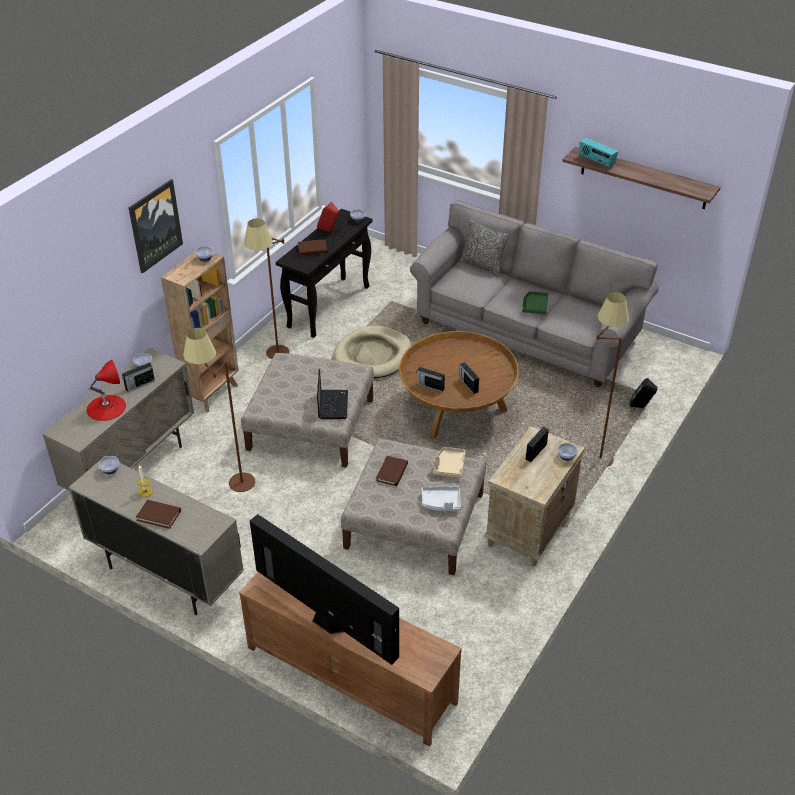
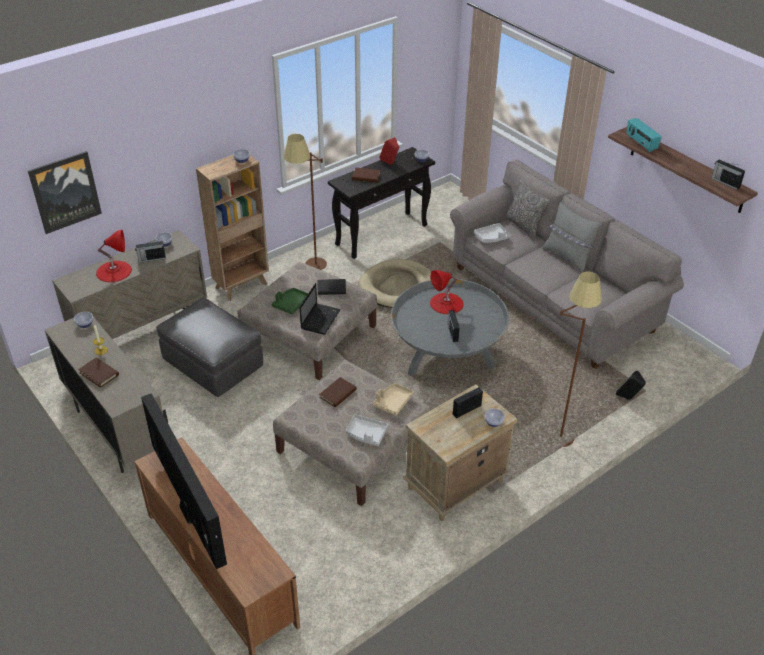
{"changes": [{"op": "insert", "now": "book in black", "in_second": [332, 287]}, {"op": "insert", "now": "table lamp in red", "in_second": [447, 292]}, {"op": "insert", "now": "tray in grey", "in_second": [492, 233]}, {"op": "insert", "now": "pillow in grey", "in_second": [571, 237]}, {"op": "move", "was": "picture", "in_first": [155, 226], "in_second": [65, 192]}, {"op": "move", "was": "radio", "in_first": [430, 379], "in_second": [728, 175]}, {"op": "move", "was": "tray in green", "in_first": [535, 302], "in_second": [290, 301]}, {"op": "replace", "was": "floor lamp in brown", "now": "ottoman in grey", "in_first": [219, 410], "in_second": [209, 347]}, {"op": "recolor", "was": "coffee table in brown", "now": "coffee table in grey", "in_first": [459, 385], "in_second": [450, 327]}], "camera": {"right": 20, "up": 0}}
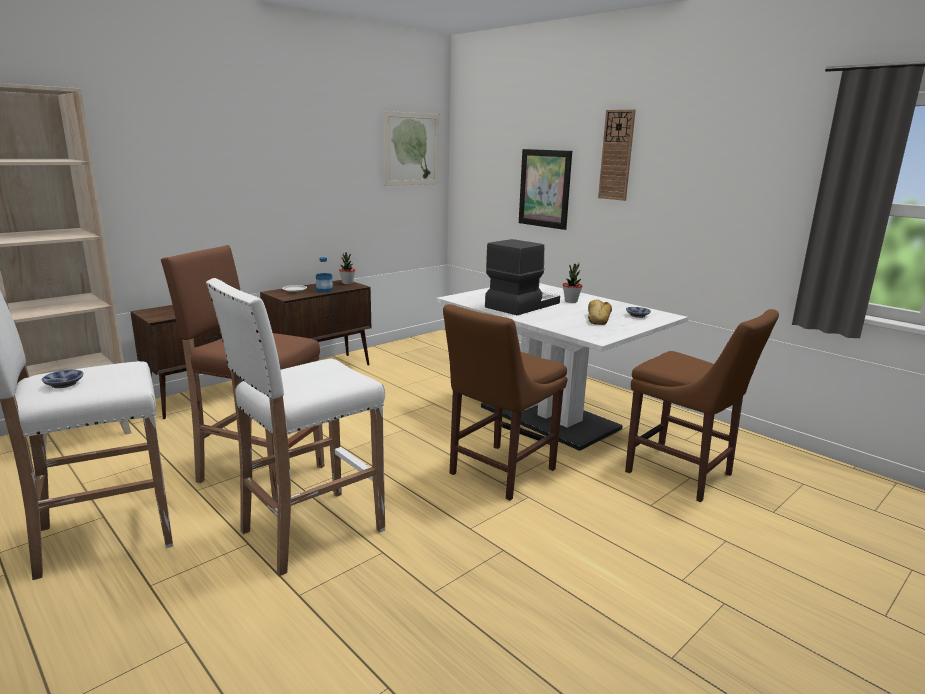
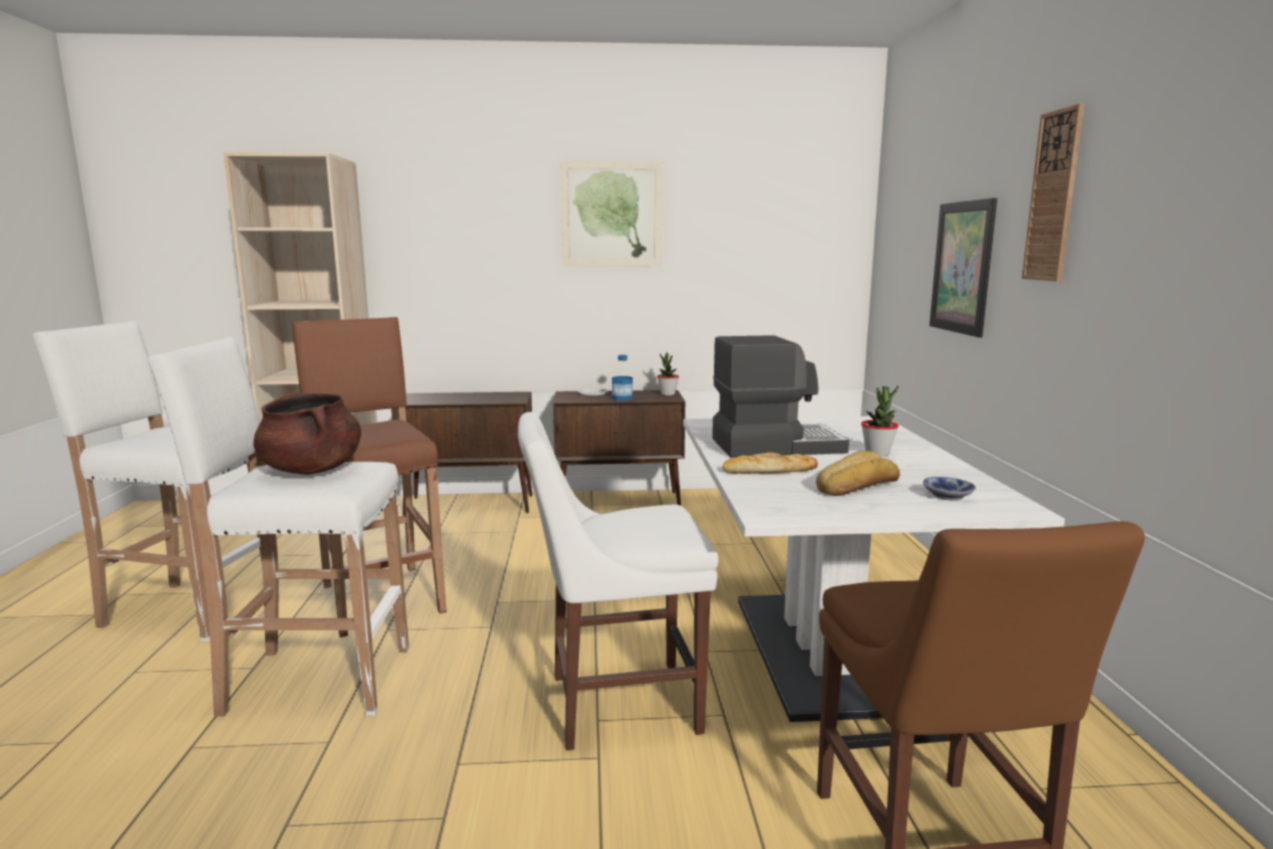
{"changes": [{"op": "delete", "was": "bowl", "in_first": [63, 378]}, {"op": "insert", "now": "cooking pot in brown", "in_second": [307, 434]}, {"op": "insert", "now": "bread", "in_second": [770, 463]}, {"op": "move", "was": "picture", "in_first": [411, 148], "in_second": [611, 213]}, {"op": "recolor", "was": "chair in brown", "now": "chair in white", "in_first": [505, 402], "in_second": [618, 581]}], "camera": {"right": 40, "up": -5}}
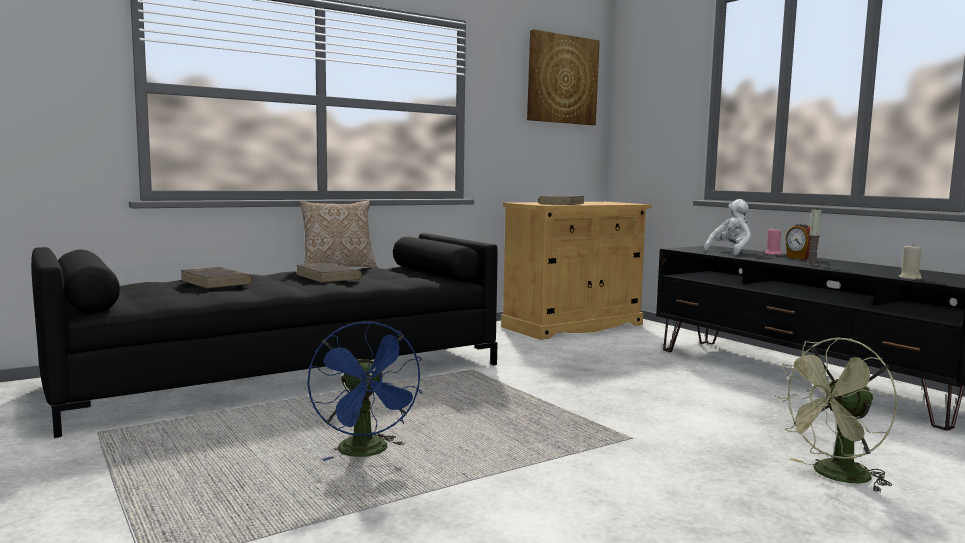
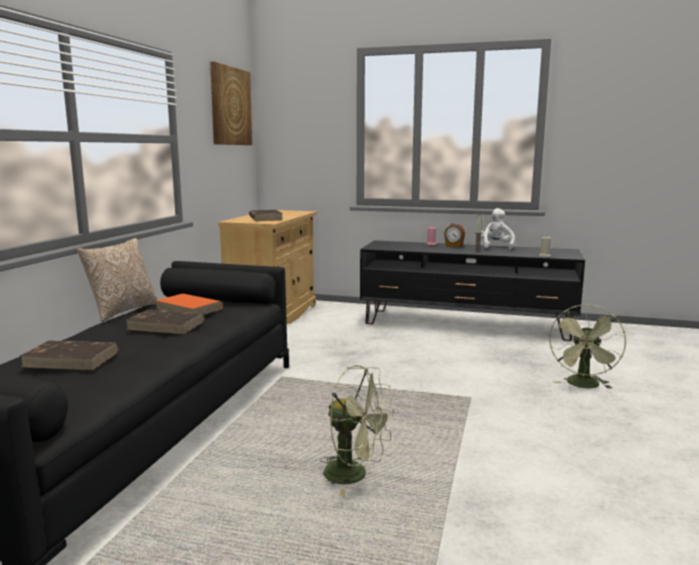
{"changes": [{"op": "insert", "now": "book in orange", "in_second": [189, 304]}, {"op": "move", "was": "plush toy in white", "in_first": [727, 227], "in_second": [498, 229]}, {"op": "recolor", "was": "fan in blue", "now": "fan in green", "in_first": [365, 391], "in_second": [357, 430]}], "camera": {"right": -40, "up": 5}}
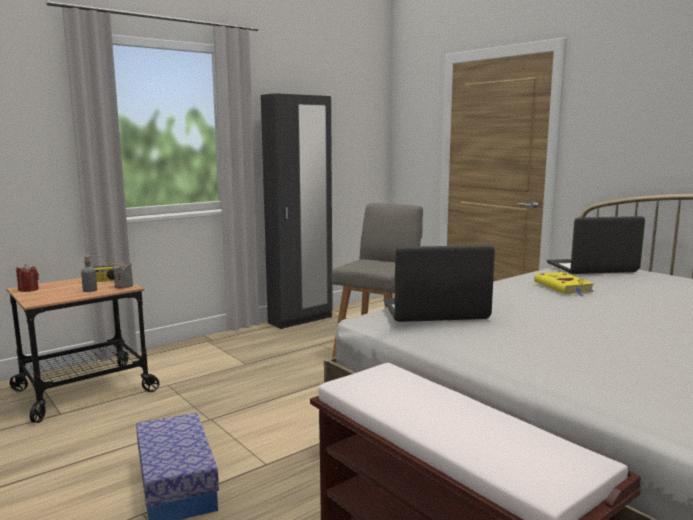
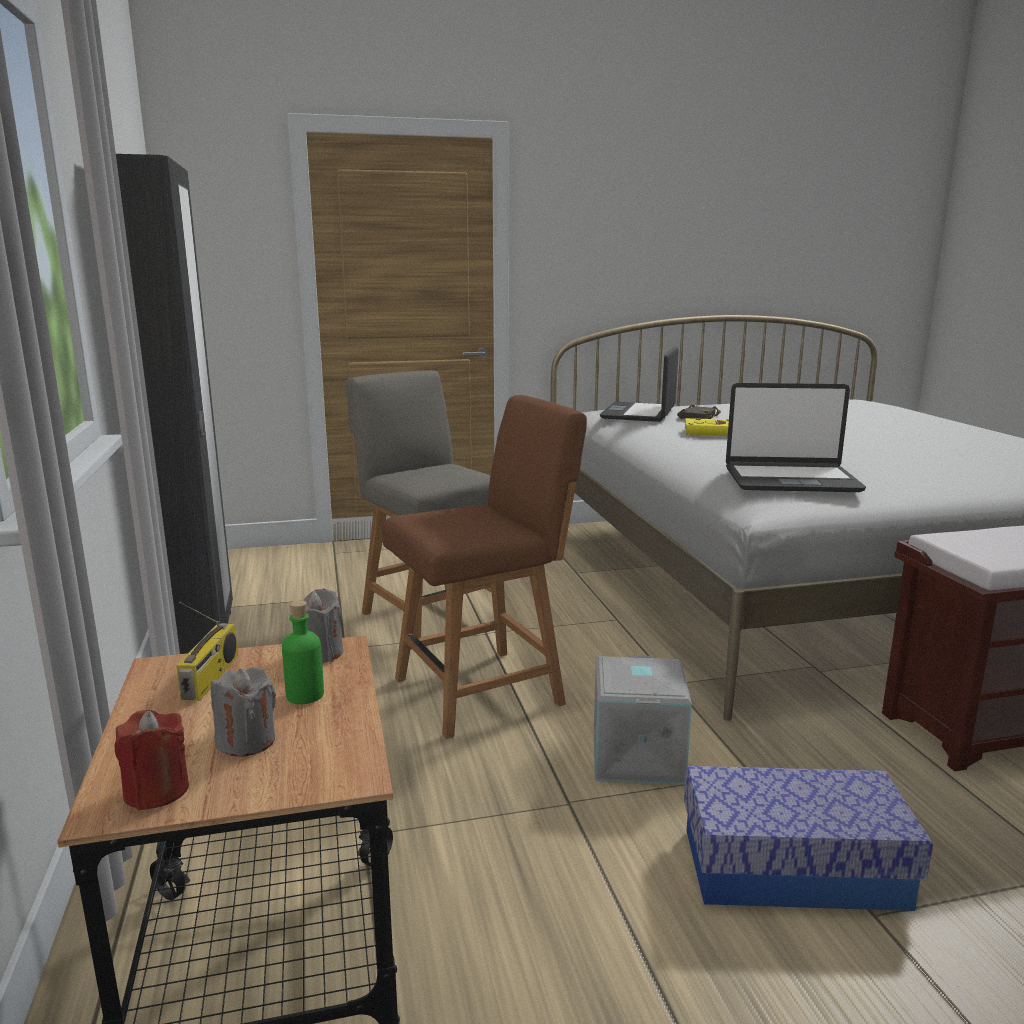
{"changes": [{"op": "insert", "now": "candle in grey", "in_second": [243, 711]}, {"op": "insert", "now": "chair in brown", "in_second": [484, 567]}, {"op": "insert", "now": "storage box in grey", "in_second": [643, 720]}, {"op": "insert", "now": "book in black", "in_second": [699, 412]}, {"op": "recolor", "was": "bottle in grey", "now": "bottle in green", "in_first": [89, 274], "in_second": [303, 652]}, {"op": "rotate", "was": "laptop", "in_first": [439, 283], "in_second": [796, 437], "clockwise": -105}], "camera": {"right": -65, "up": 5}}
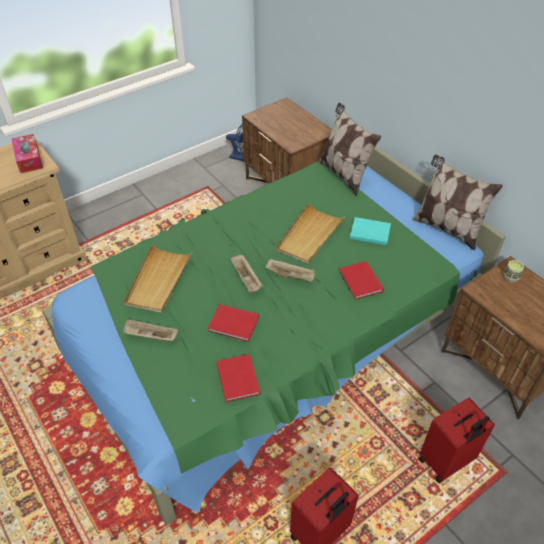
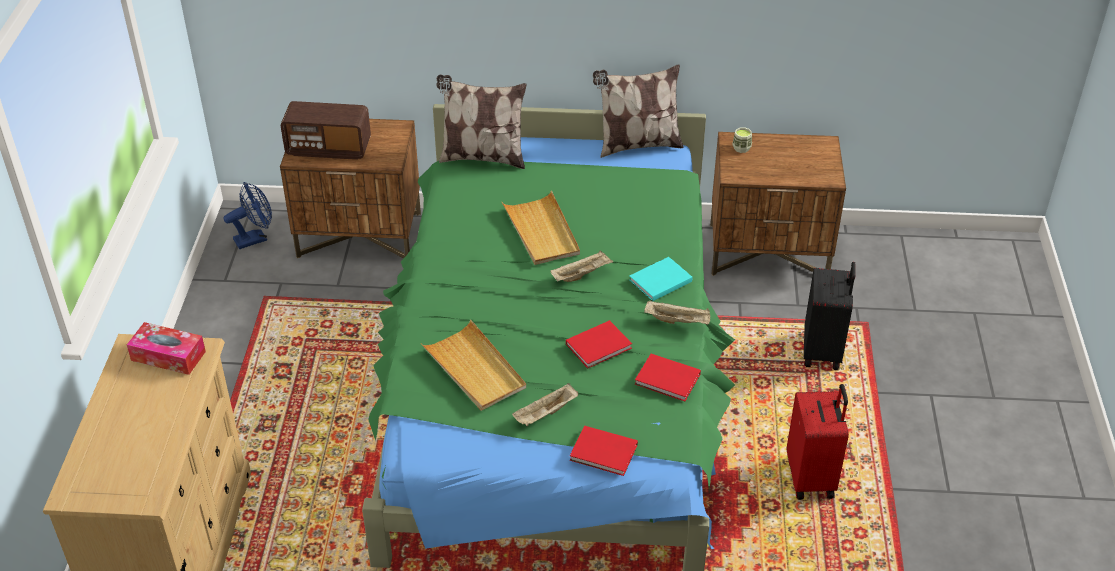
{"changes": [{"op": "insert", "now": "radio", "in_second": [326, 130]}, {"op": "move", "was": "tray in beige", "in_first": [246, 273], "in_second": [677, 312]}, {"op": "move", "was": "book in red", "in_first": [361, 280], "in_second": [604, 451]}, {"op": "move", "was": "book in turquoise", "in_first": [370, 231], "in_second": [661, 279]}, {"op": "recolor", "was": "suitcase in red", "now": "suitcase in black", "in_first": [457, 440], "in_second": [830, 316]}], "camera": {"right": -50, "up": -5}}
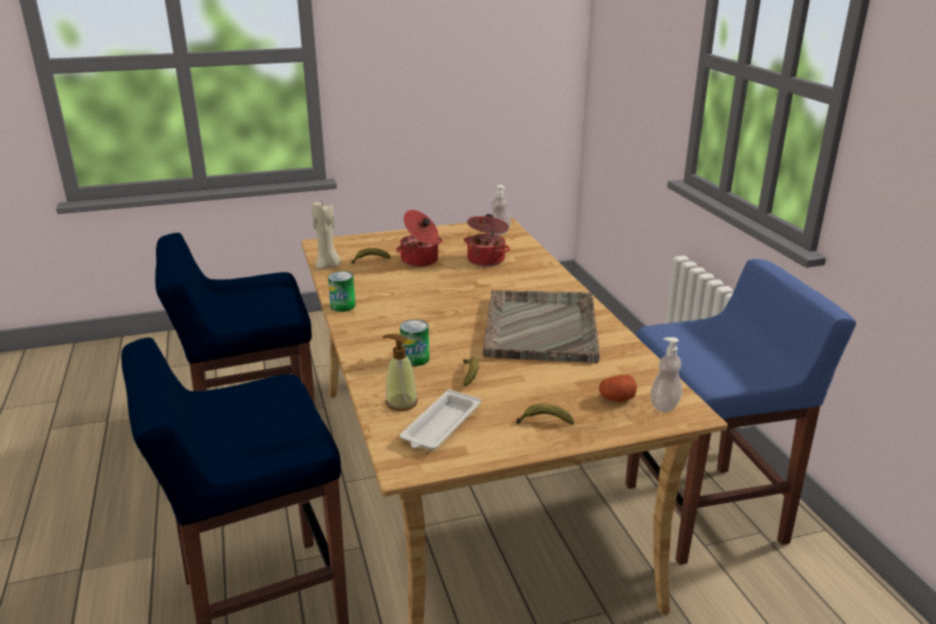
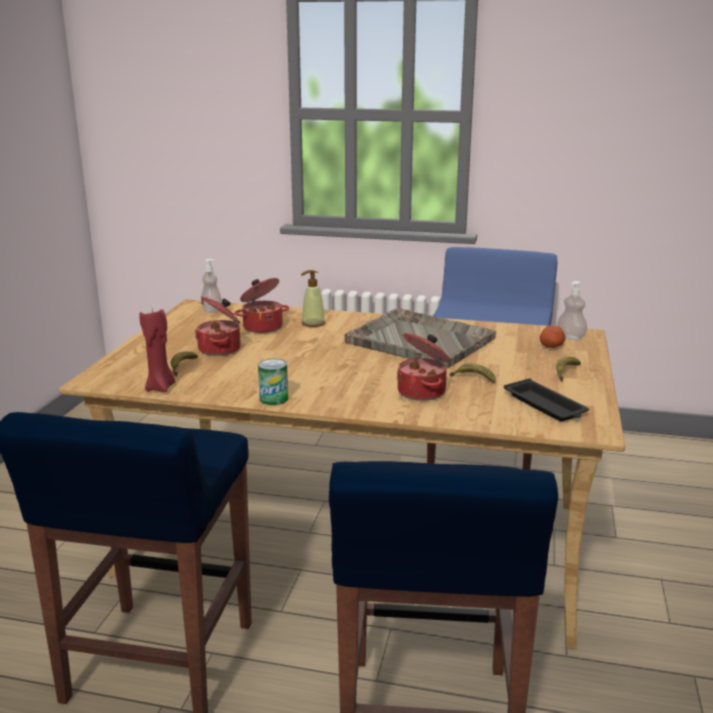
{"changes": [{"op": "move", "was": "soap dispenser", "in_first": [400, 372], "in_second": [313, 298]}, {"op": "replace", "was": "can", "now": "cooking pot", "in_first": [414, 342], "in_second": [423, 367]}, {"op": "recolor", "was": "candle in beige", "now": "candle in red", "in_first": [326, 235], "in_second": [157, 350]}, {"op": "recolor", "was": "tray in white", "now": "tray in black", "in_first": [440, 419], "in_second": [546, 399]}], "camera": {"right": -60, "up": -5}}
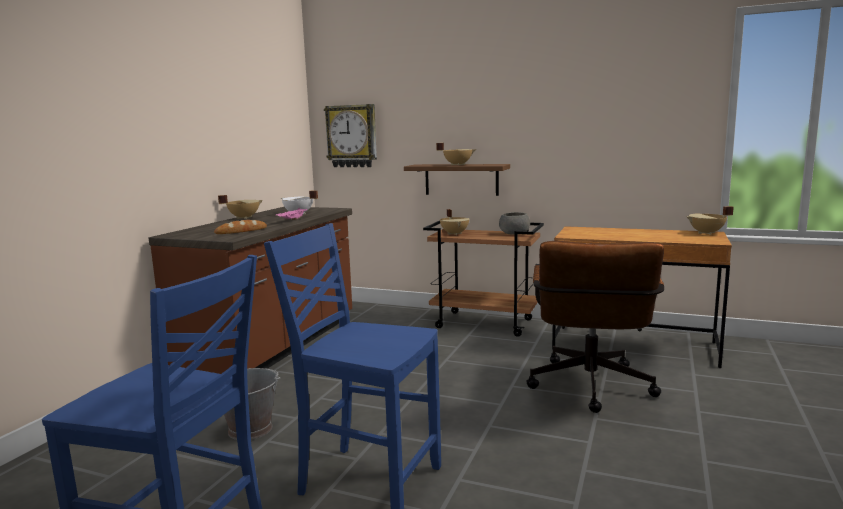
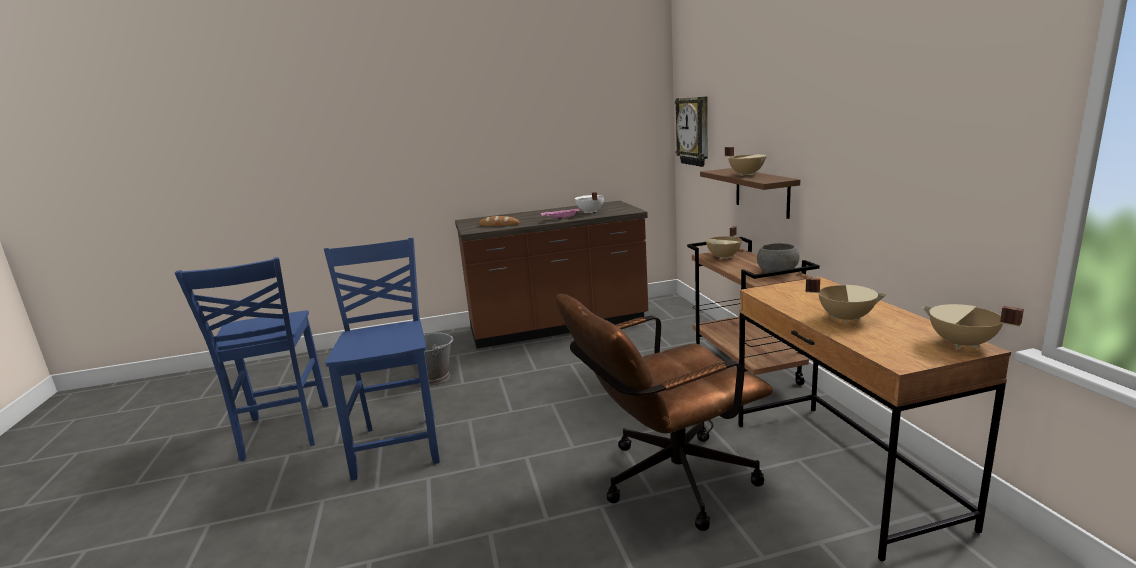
{"changes": [{"op": "move", "was": "cooking pot in beige", "in_first": [240, 207], "in_second": [846, 300]}], "camera": {"right": 55, "up": 5}}
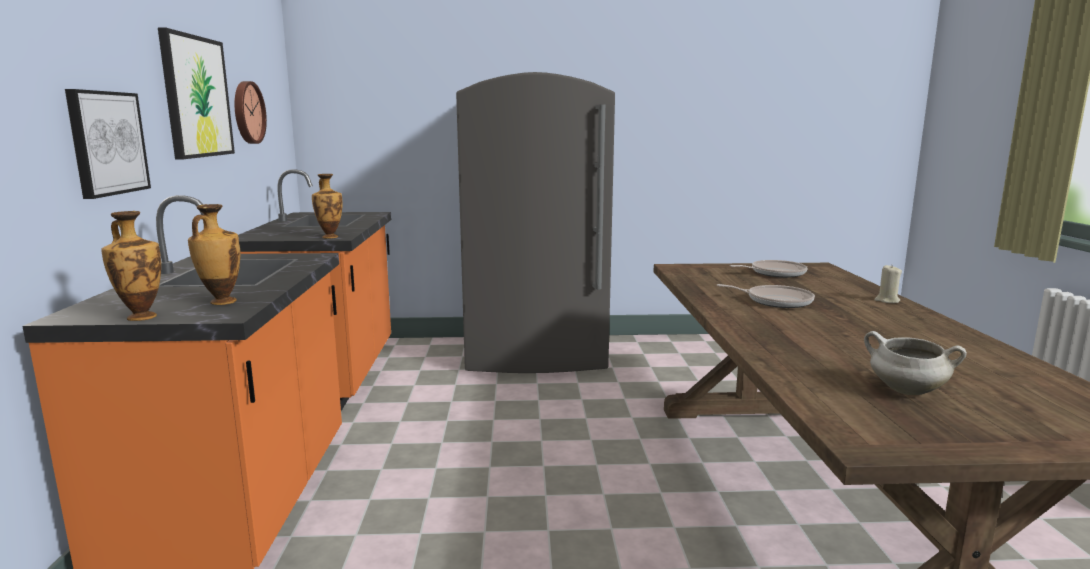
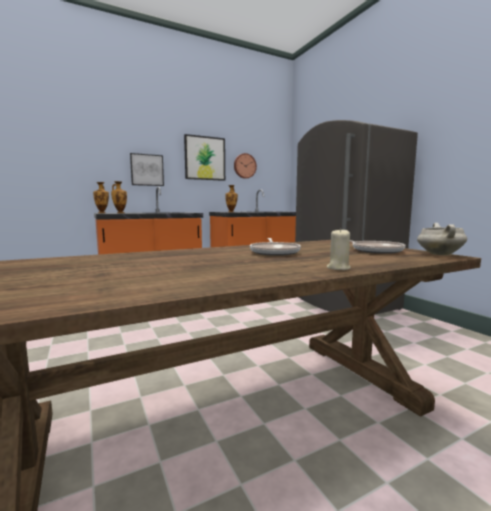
{"changes": [{"op": "move", "was": "cooking pot in white", "in_first": [915, 363], "in_second": [442, 239]}], "camera": {"right": 65, "up": -5}}
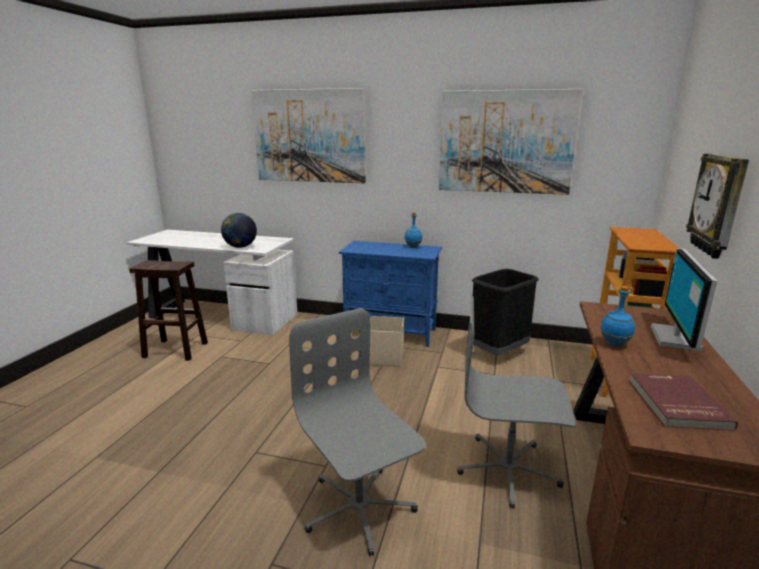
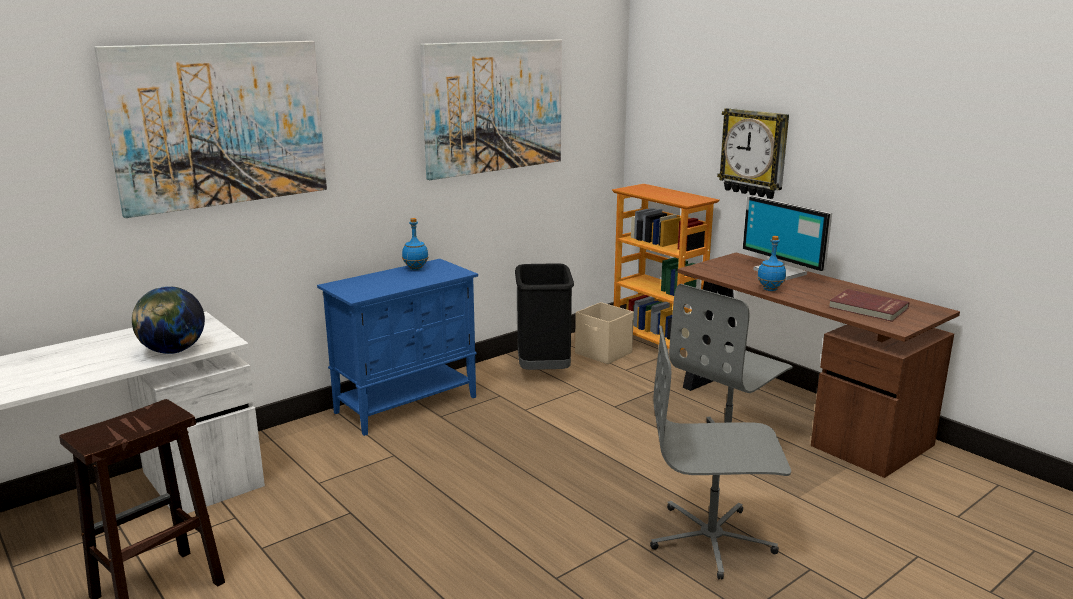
{"changes": [{"op": "move", "was": "storage box in beige", "in_first": [387, 341], "in_second": [604, 333]}], "camera": {"right": -55, "up": 0}}
